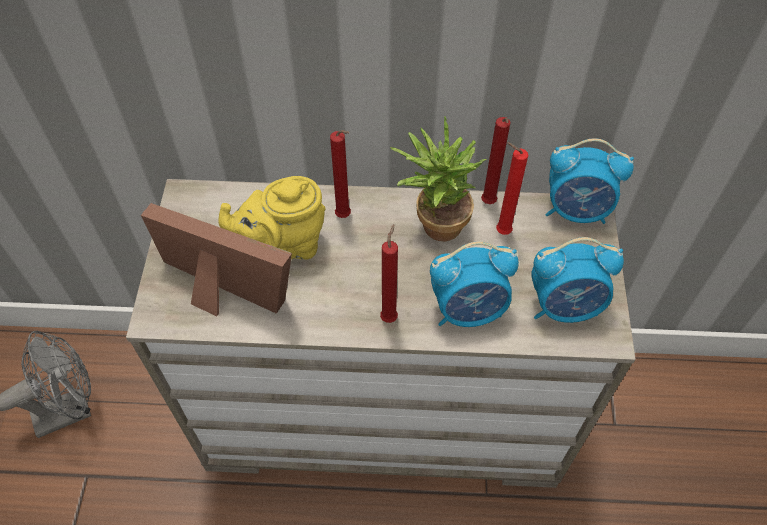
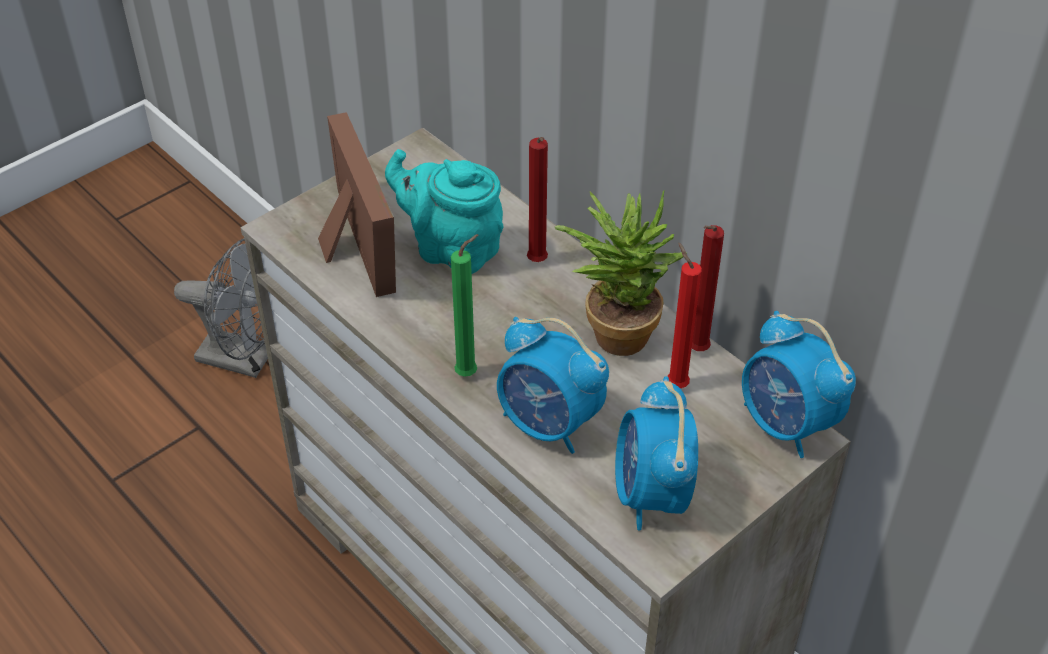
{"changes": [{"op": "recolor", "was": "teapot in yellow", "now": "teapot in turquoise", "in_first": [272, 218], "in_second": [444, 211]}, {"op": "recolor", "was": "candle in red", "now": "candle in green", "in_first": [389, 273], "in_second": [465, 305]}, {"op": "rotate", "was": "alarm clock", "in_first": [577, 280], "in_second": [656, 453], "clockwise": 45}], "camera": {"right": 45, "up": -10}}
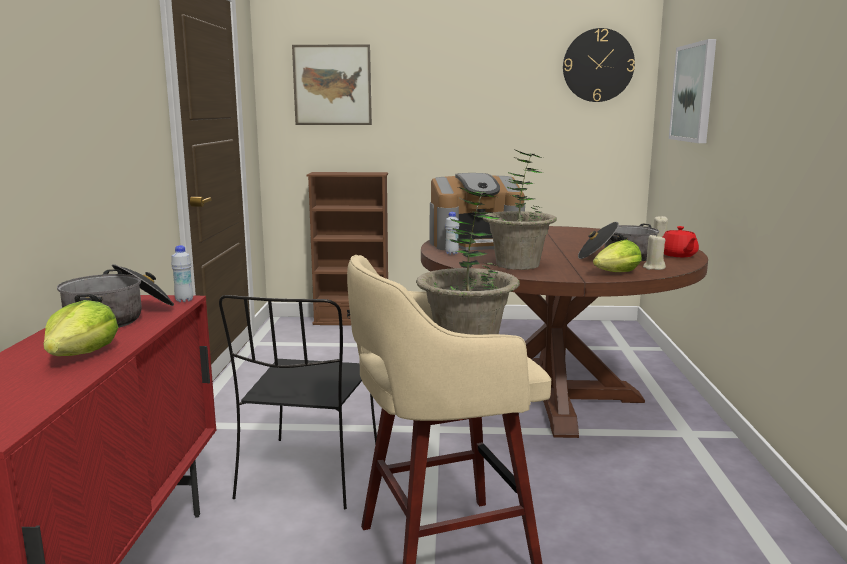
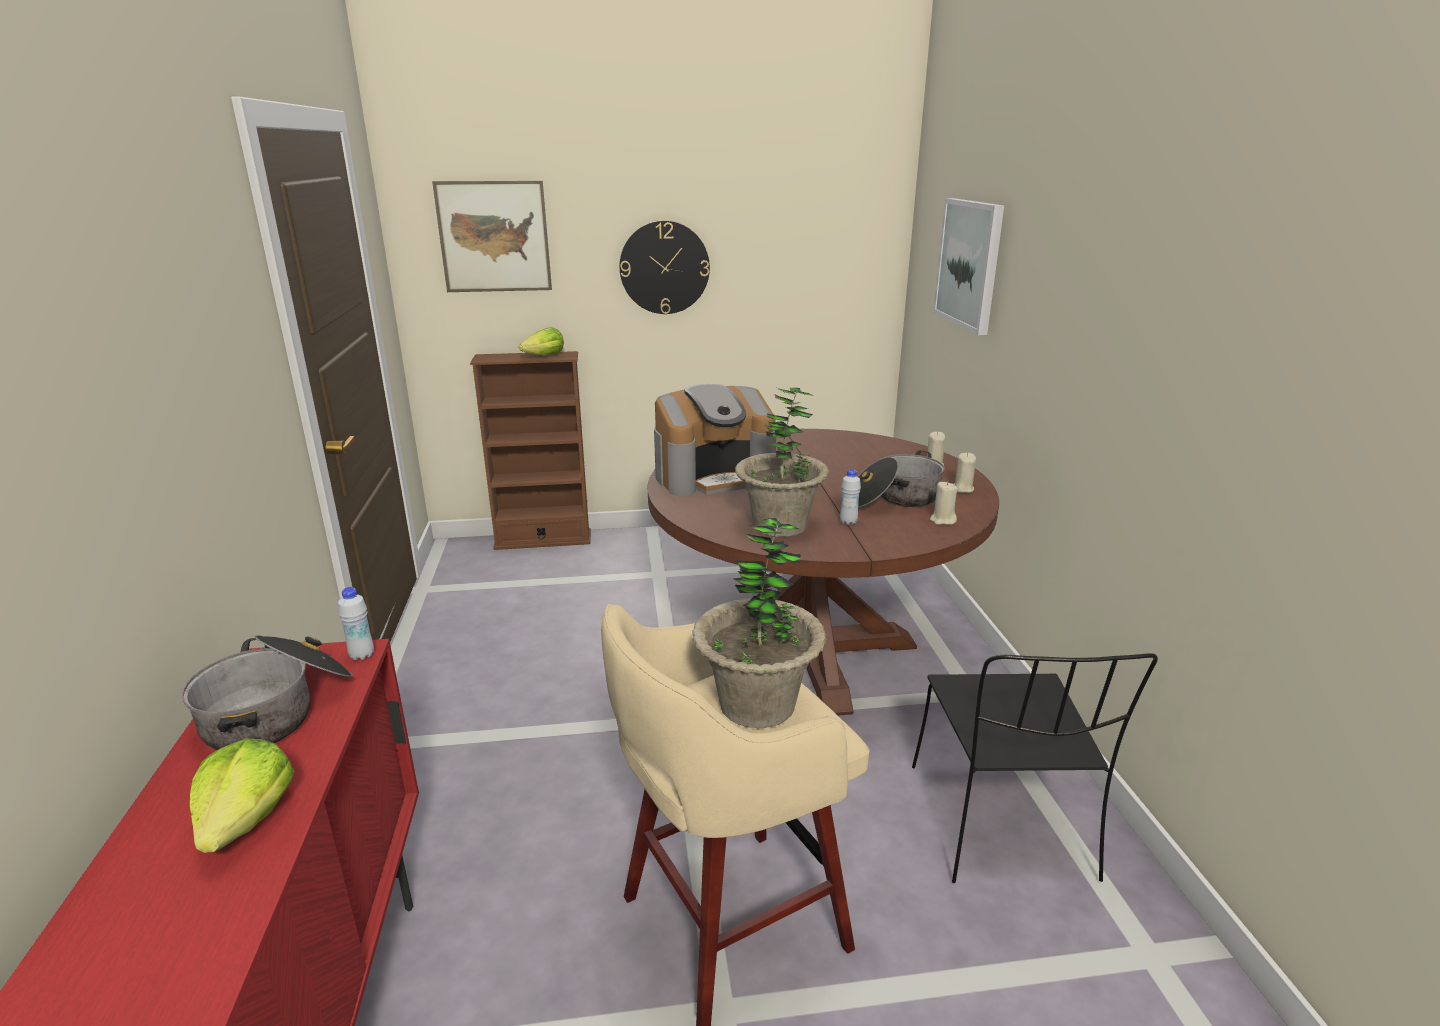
{"changes": [{"op": "move", "was": "chair in black", "in_first": [298, 402], "in_second": [1035, 768]}, {"op": "move", "was": "bottle in white", "in_first": [452, 233], "in_second": [850, 497]}, {"op": "move", "was": "wall clock", "in_first": [599, 65], "in_second": [665, 267]}, {"op": "move", "was": "lettuce", "in_first": [617, 255], "in_second": [541, 341]}, {"op": "replace", "was": "teapot in red", "now": "candle in beige", "in_first": [681, 241], "in_second": [965, 473]}], "camera": {"right": -10, "up": 10}}
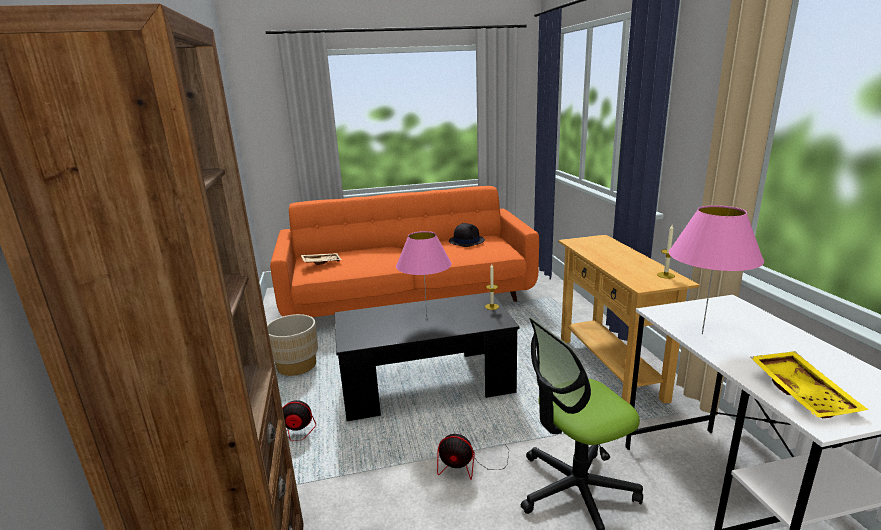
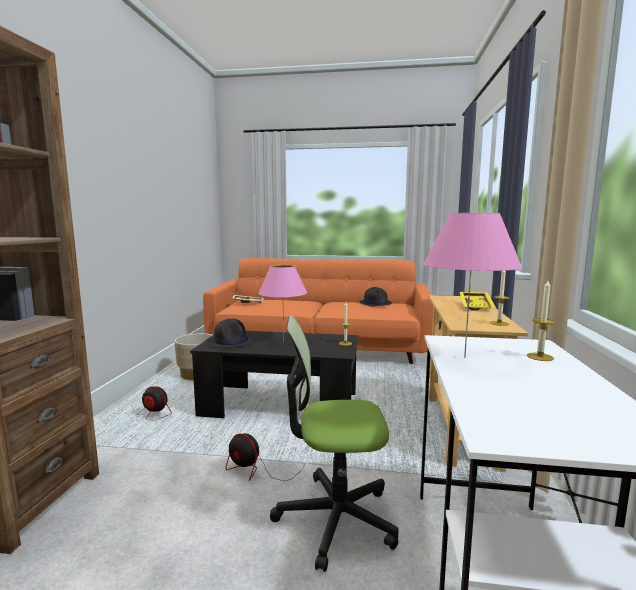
{"changes": [{"op": "insert", "now": "hat in black", "in_second": [231, 333]}, {"op": "insert", "now": "candle", "in_second": [541, 320]}, {"op": "move", "was": "tray in yellow", "in_first": [809, 384], "in_second": [477, 301]}], "camera": {"right": 20, "up": -10}}
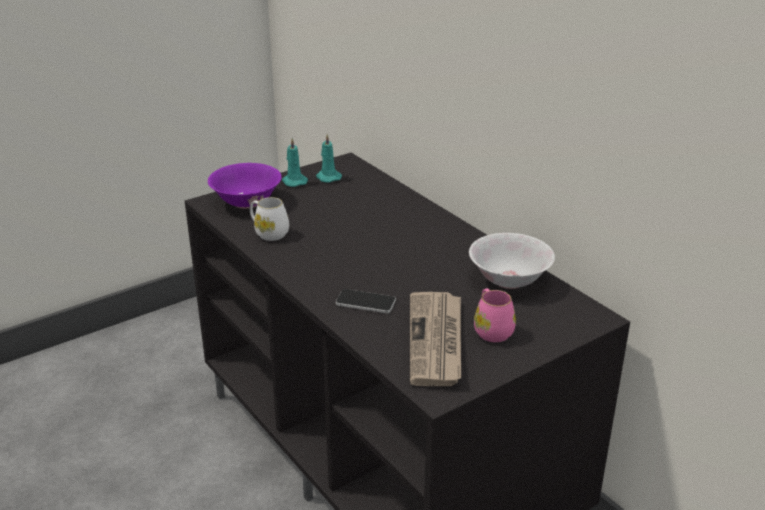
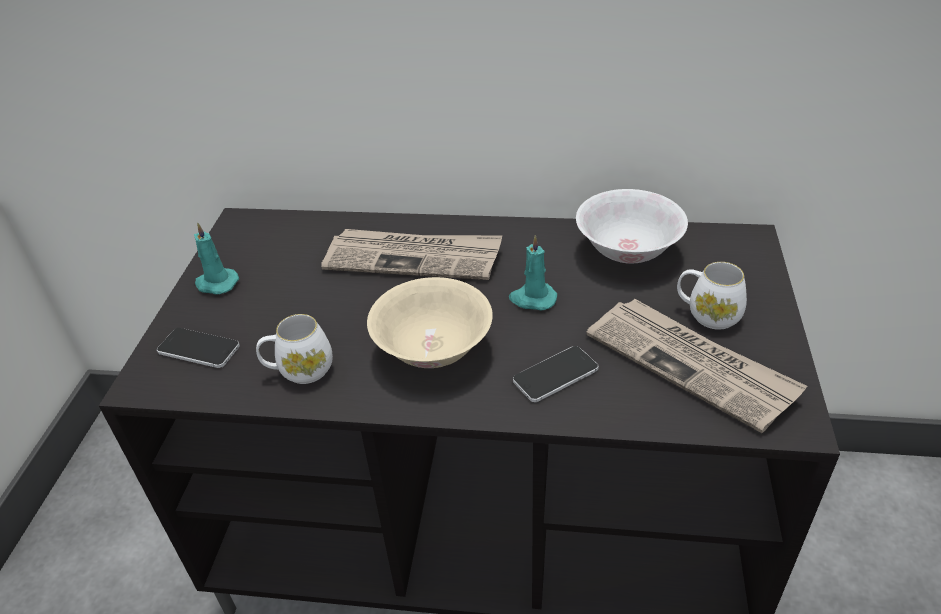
{"changes": [{"op": "insert", "now": "newspaper", "in_second": [411, 254]}, {"op": "insert", "now": "bowl in beige", "in_second": [430, 322]}, {"op": "move", "was": "candle in turquoise", "in_first": [329, 158], "in_second": [533, 272]}, {"op": "replace", "was": "bowl in purple", "now": "phone", "in_first": [245, 186], "in_second": [198, 348]}, {"op": "recolor", "was": "mug in pink", "now": "mug in white", "in_first": [495, 315], "in_second": [712, 296]}], "camera": {"right": -45, "up": 10}}
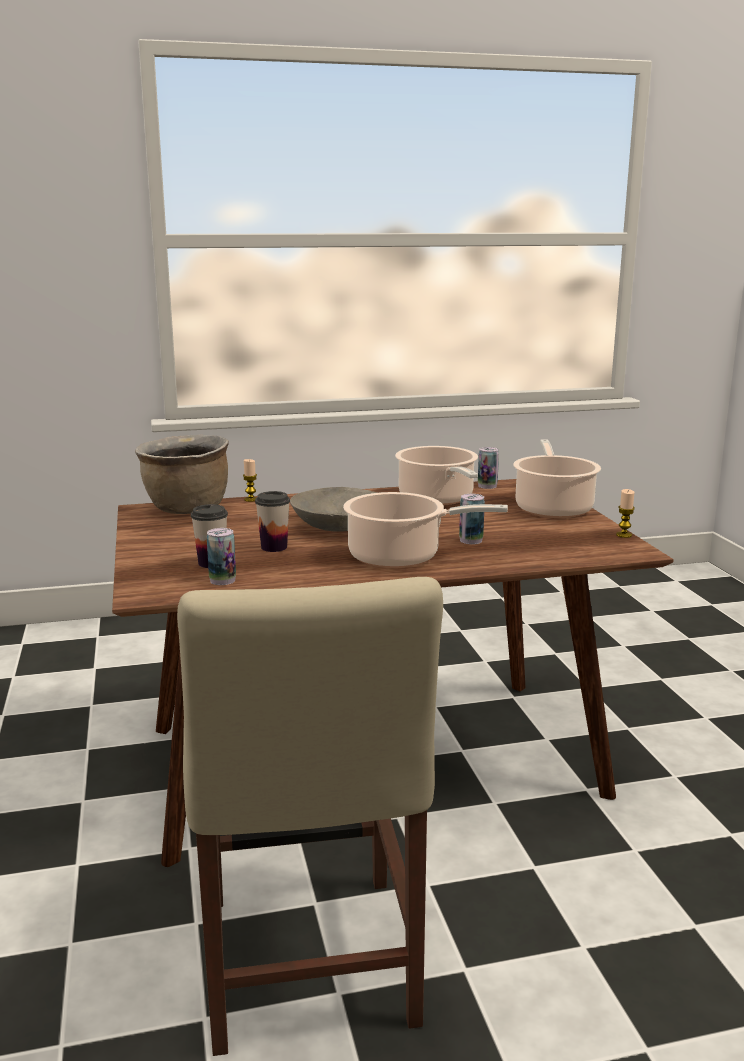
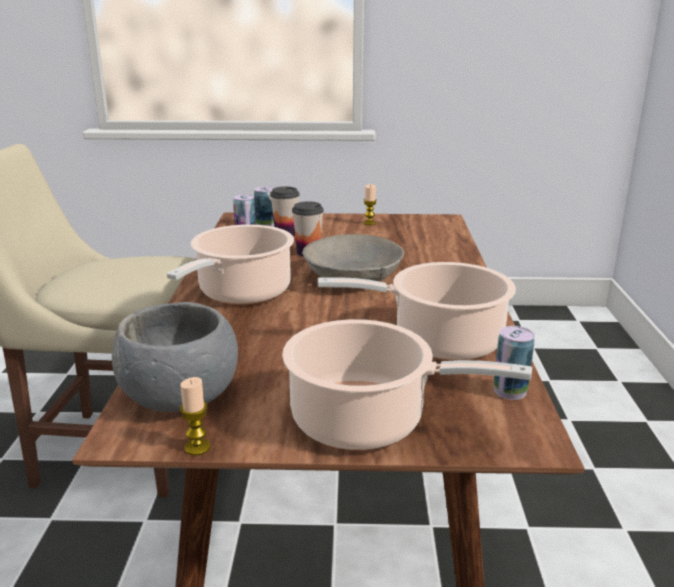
{"changes": [{"op": "delete", "was": "cooking pot in brown", "in_first": [182, 474]}, {"op": "insert", "now": "bowl in grey", "in_second": [175, 357]}, {"op": "move", "was": "candle", "in_first": [250, 480], "in_second": [370, 204]}, {"op": "move", "was": "can", "in_first": [472, 519], "in_second": [264, 207]}], "camera": {"right": 105, "up": 5}}
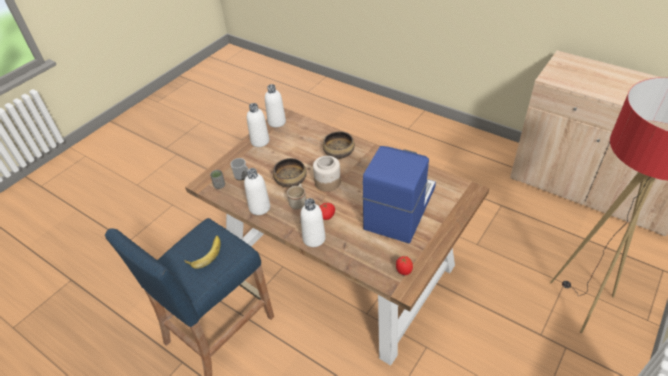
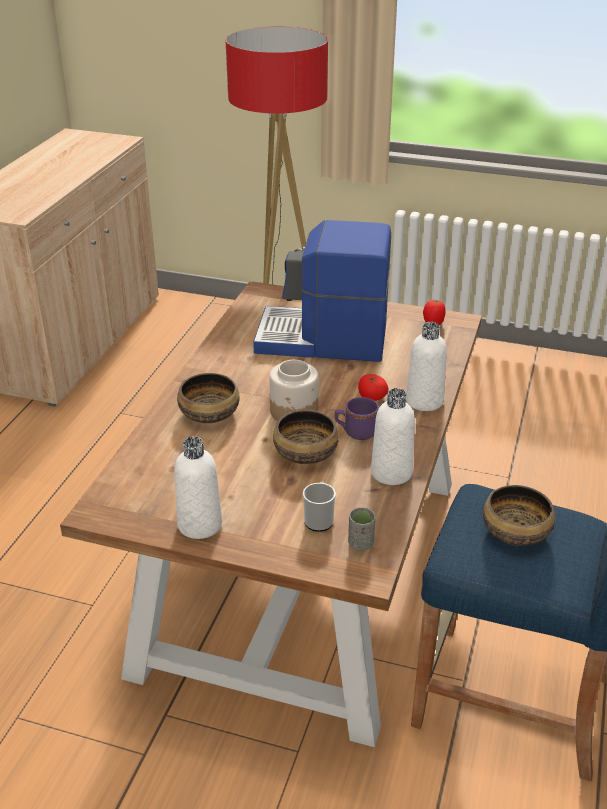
{"changes": [{"op": "delete", "was": "bottle in white", "in_first": [275, 106]}, {"op": "replace", "was": "banana", "now": "bowl", "in_first": [202, 252], "in_second": [519, 515]}, {"op": "recolor", "was": "mug in beige", "now": "mug in purple", "in_first": [296, 196], "in_second": [357, 418]}], "camera": {"right": -110, "up": -10}}
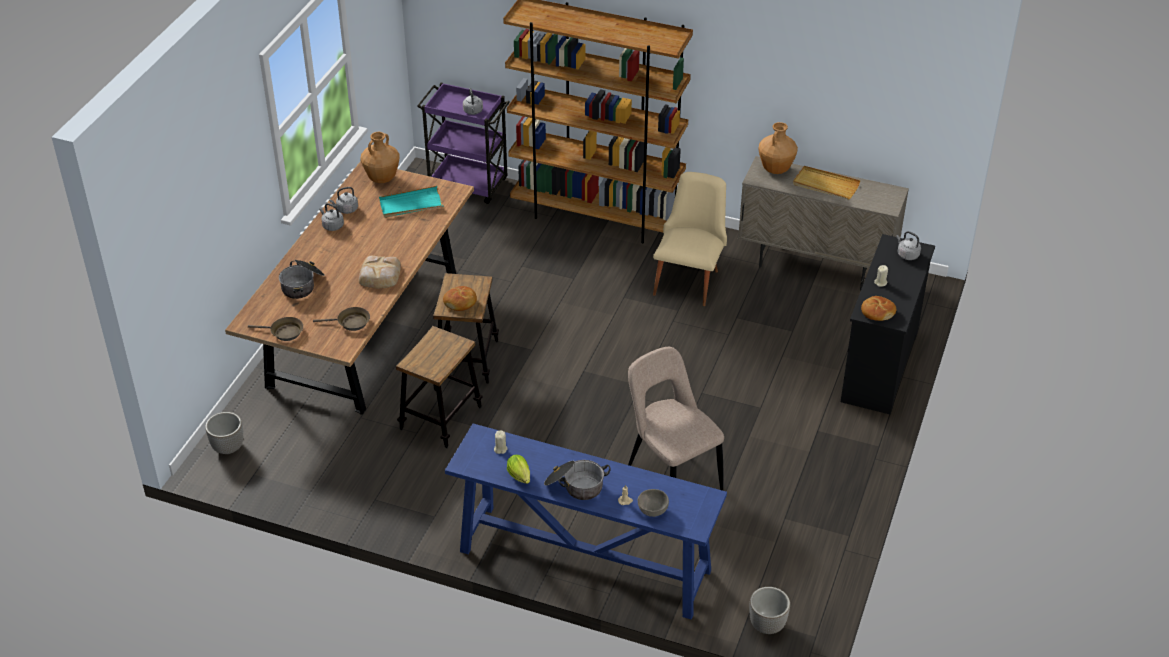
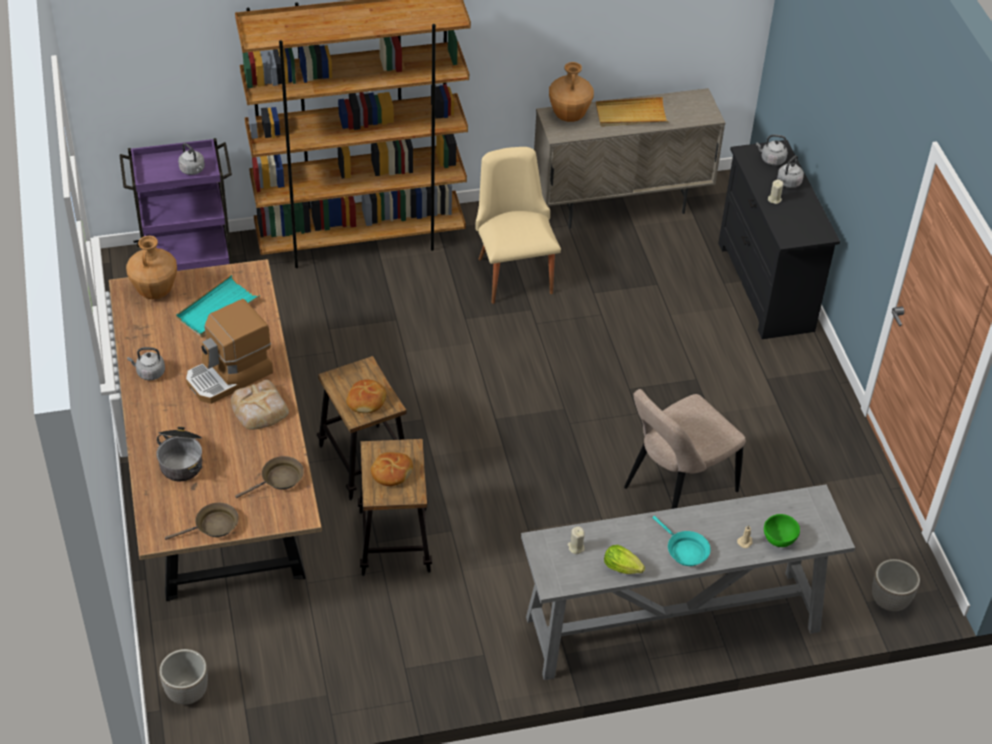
{"changes": [{"op": "insert", "now": "coffee machine", "in_second": [229, 351]}, {"op": "move", "was": "kettle in grey", "in_first": [343, 200], "in_second": [790, 171]}, {"op": "move", "was": "bread", "in_first": [878, 308], "in_second": [392, 469]}, {"op": "replace", "was": "cooking pot", "now": "frying pan in turquoise", "in_first": [577, 480], "in_second": [682, 541]}, {"op": "recolor", "was": "console table in blue", "now": "console table in grey", "in_first": [586, 521], "in_second": [688, 582]}, {"op": "recolor", "was": "bowl in grey", "now": "bowl in green", "in_first": [653, 503], "in_second": [782, 530]}, {"op": "rotate", "was": "chair in beige", "in_first": [676, 418], "in_second": [685, 449], "clockwise": -60}], "camera": {"right": -35, "up": 5}}
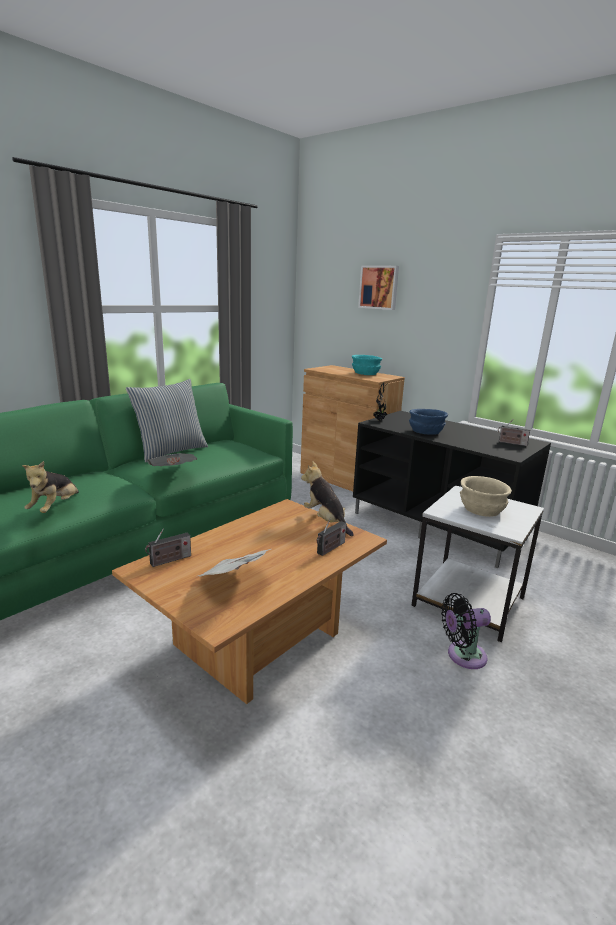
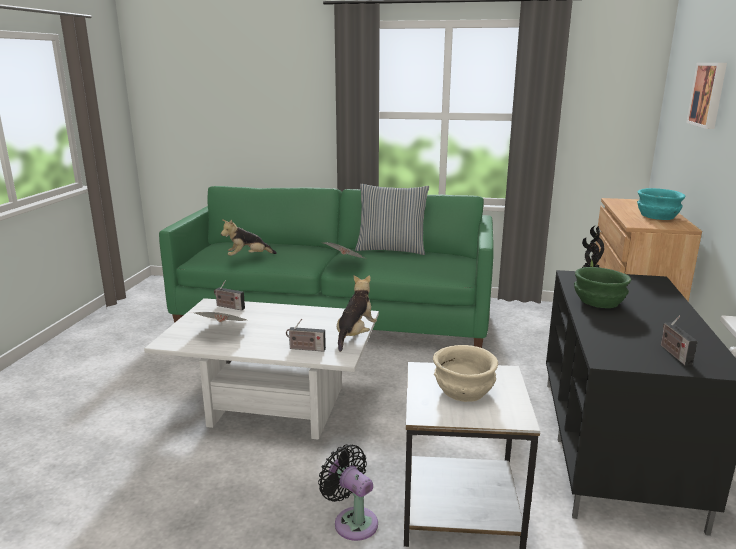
{"changes": [{"op": "recolor", "was": "coffee table in brown", "now": "coffee table in white", "in_first": [249, 601], "in_second": [261, 369]}, {"op": "recolor", "was": "bowl in blue", "now": "bowl in green", "in_first": [428, 422], "in_second": [602, 287]}], "camera": {"right": 60, "up": 0}}
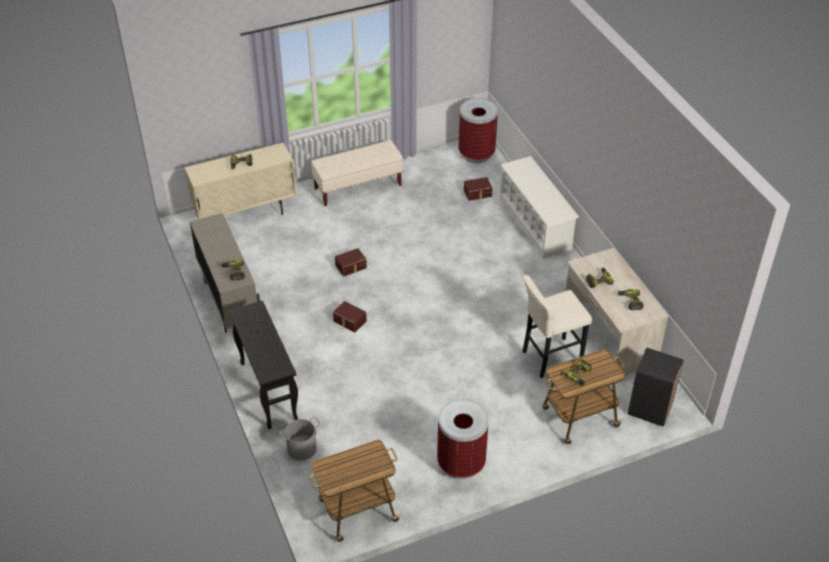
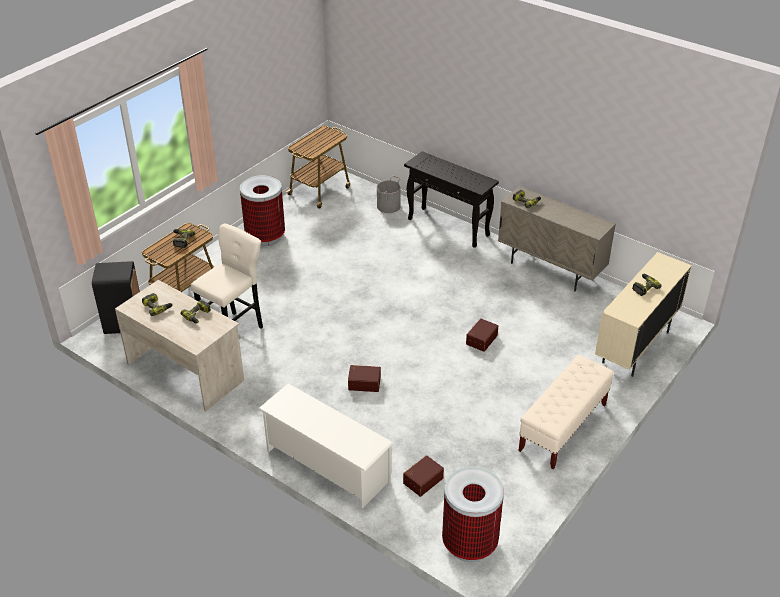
{"changes": [{"op": "move", "was": "storage box in brown", "in_first": [350, 316], "in_second": [364, 378]}], "camera": {"right": 150, "up": -5}}
